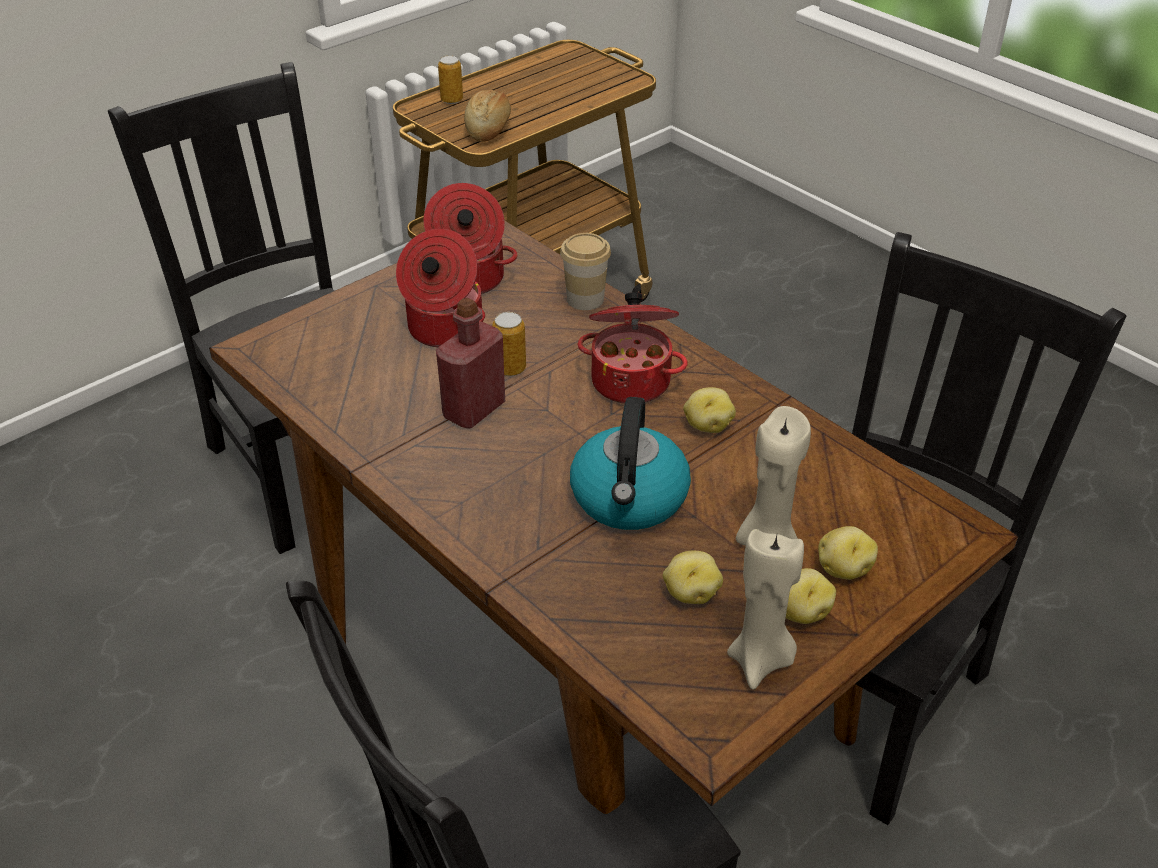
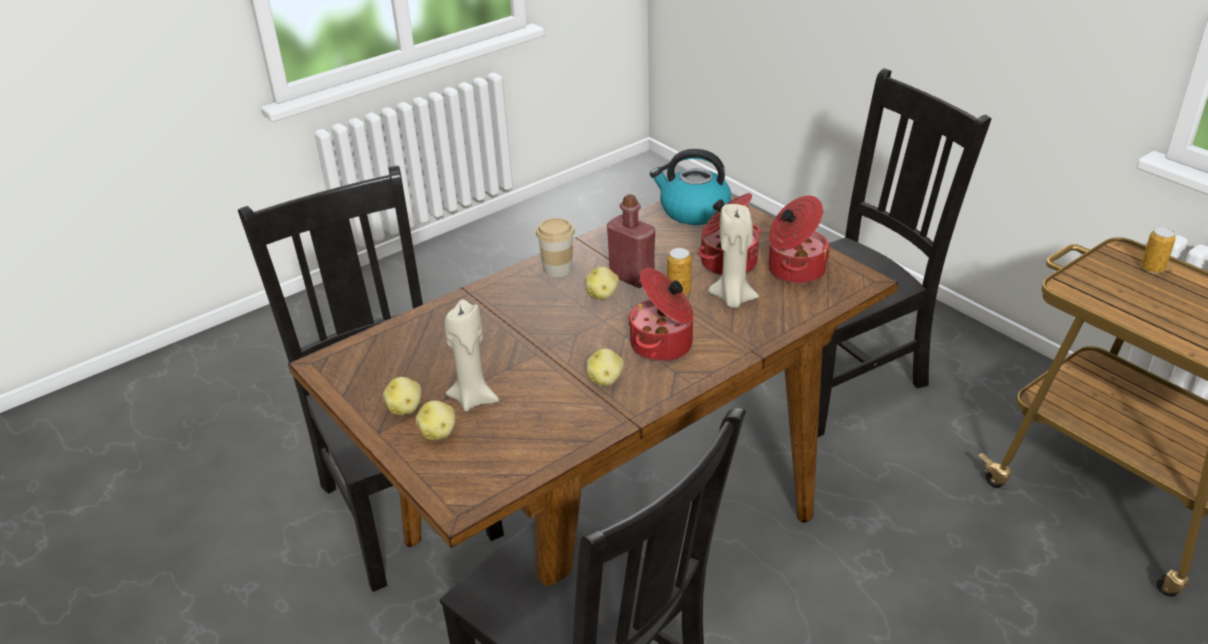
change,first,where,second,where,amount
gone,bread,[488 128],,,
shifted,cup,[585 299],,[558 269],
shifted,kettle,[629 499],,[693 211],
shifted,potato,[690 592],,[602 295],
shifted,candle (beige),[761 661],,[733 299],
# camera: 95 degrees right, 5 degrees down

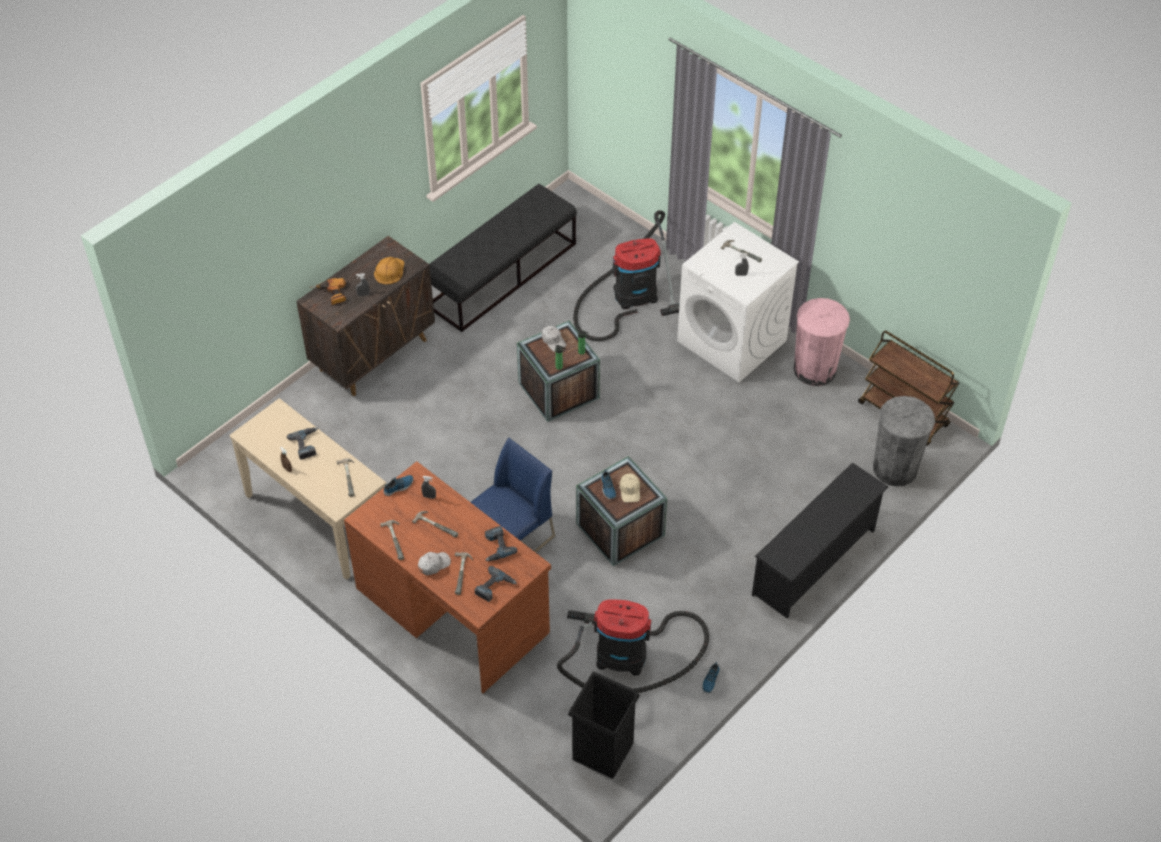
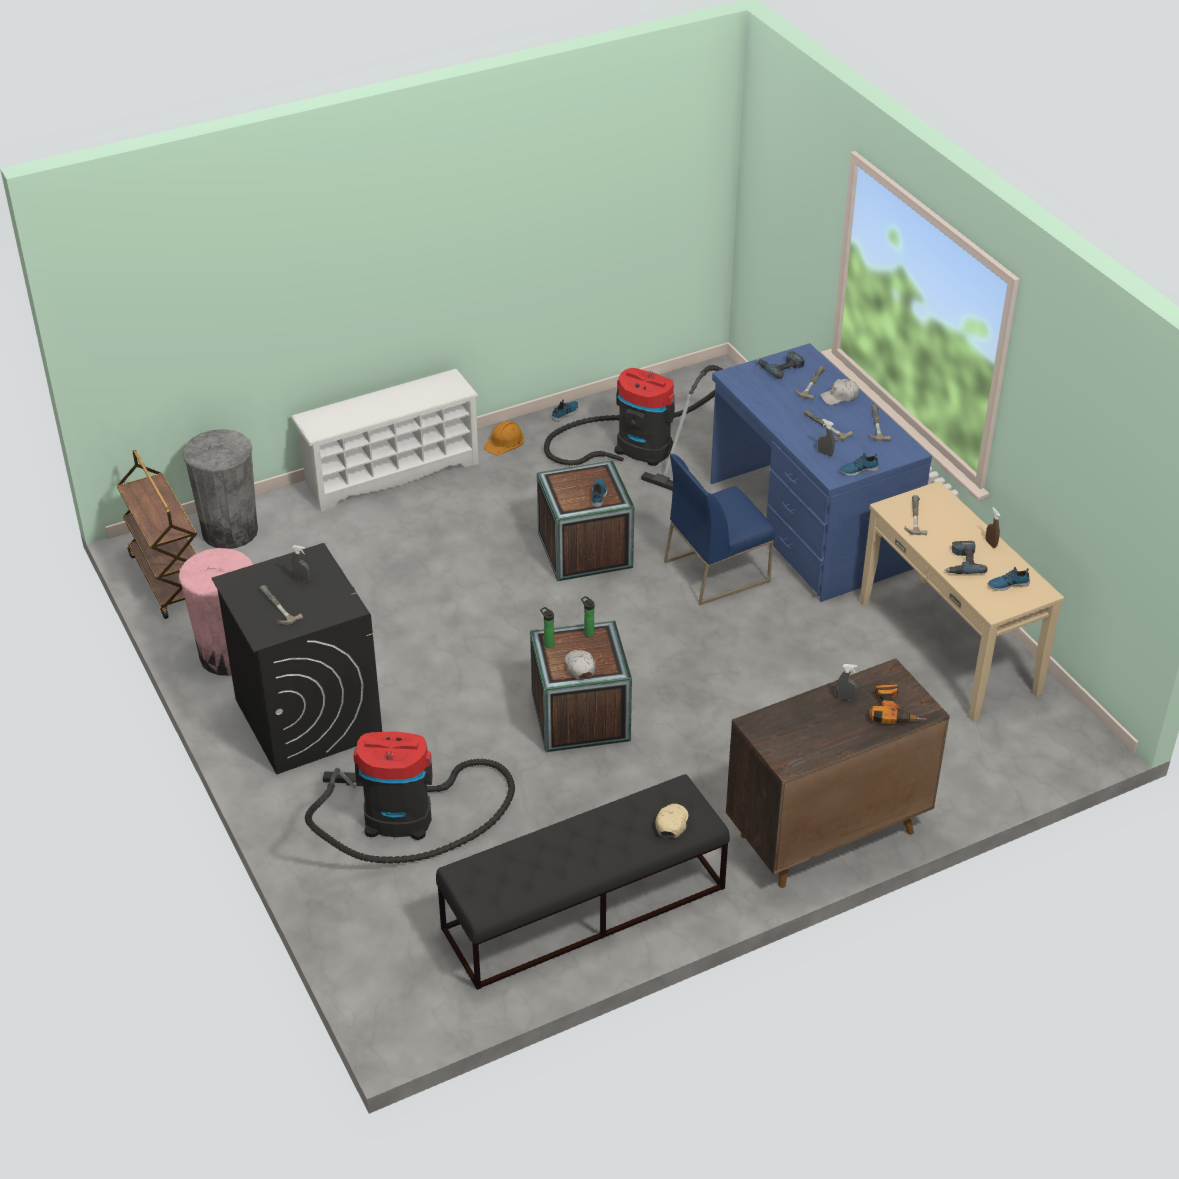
change,first,where,second,where,amount
repainted,desk (brown),[452 609],desk (blue),[809 525],
shifted,hard hat (orange),[389 271],,[504 442],
gone,power drill,[496 547],,,
gone,trash can (black),[602 750],,,
shifted,cap (beige),[630 490],,[671 823],
repainted,washing machine (white),[732 341],washing machine (black),[307 717],
repainted,shoe rack (black),[815 563],shoe rack (white),[391 473],
new,,,shoe,[1007 584],
# camera: 160 degrees left, 10 degrees down

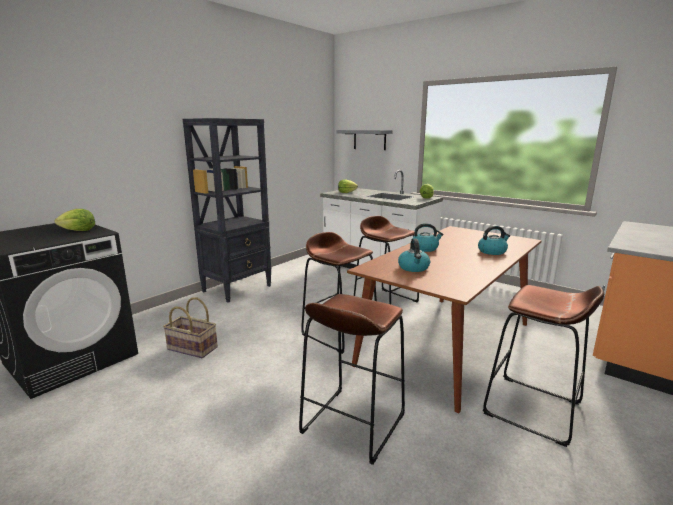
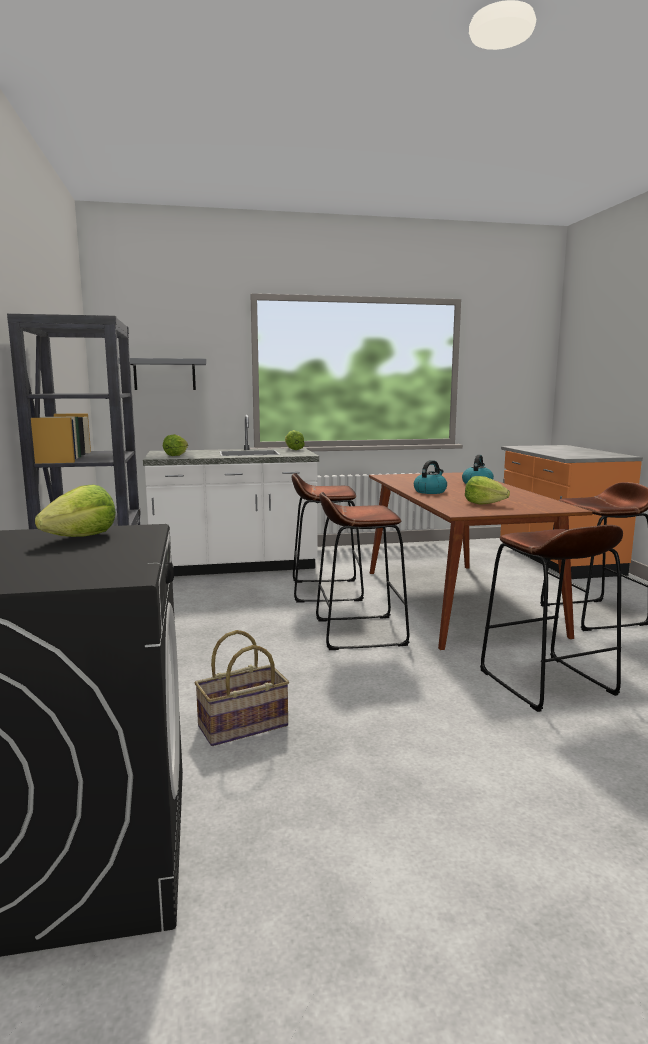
change,first,where,second,where,amount
swapped,kettle,[414 268],lettuce,[484 503],
# camera: 50 degrees left, 5 degrees down

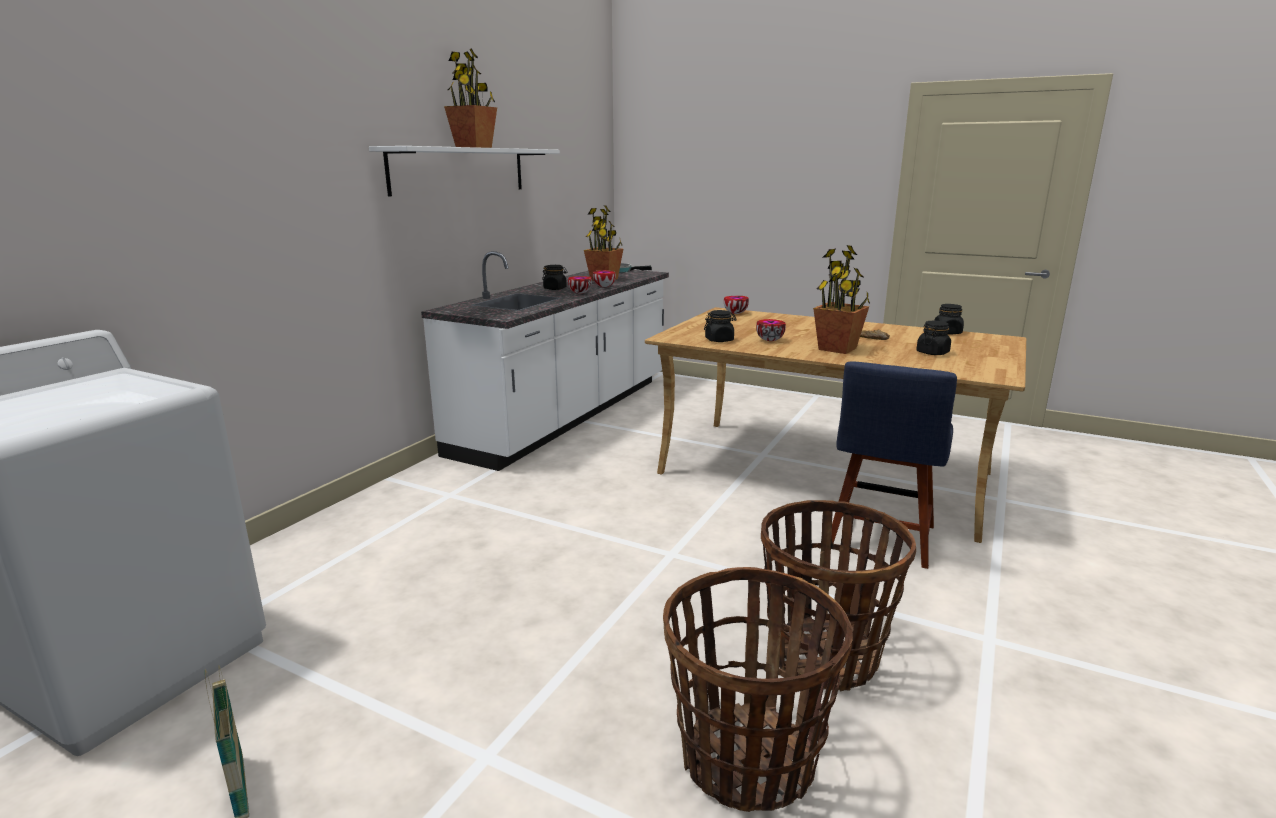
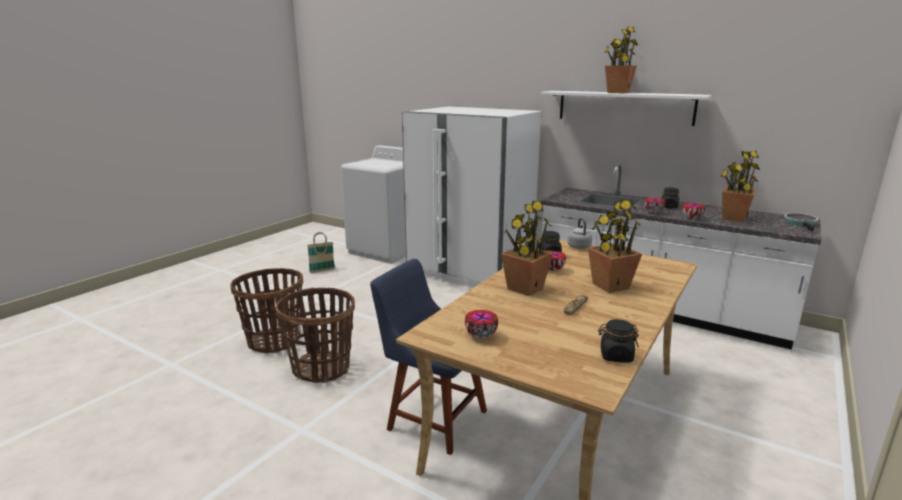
change,first,where,second,where,amount
shifted,bowl,[734 313],,[481 335],
gone,jar (black),[932 353],,,
new,,,fridge (white),[470 271],
new,,,kettle (grey),[578 246],
new,,,potted plant,[610 286],
# camera: 95 degrees right, 0 degrees up

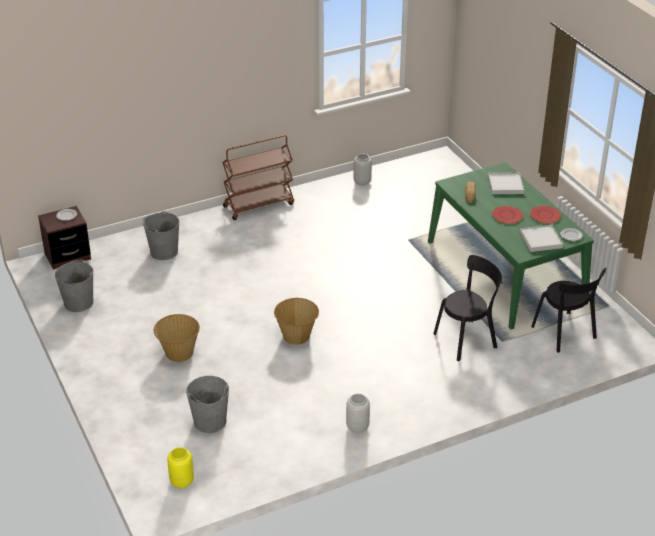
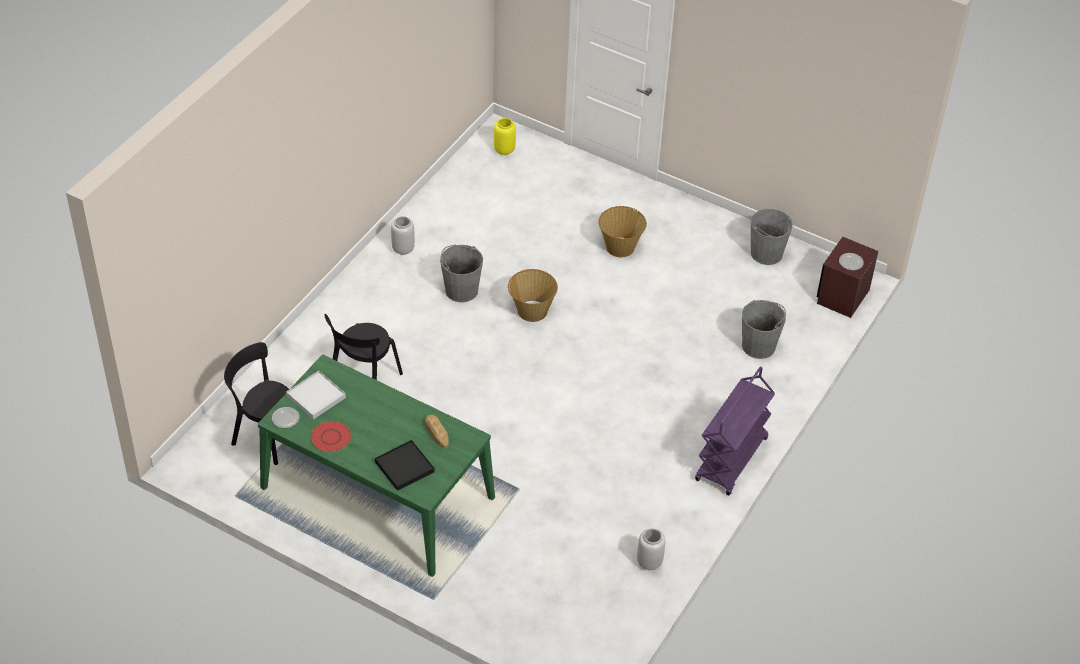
change,first,where,second,where,amount
shifted,bucket (grey),[210 421],,[461 290],
repainted,cart (brown),[259 205],cart (purple),[731 460],
repainted,tray (white),[505 185],tray (black),[404 467],
gone,plate (red),[507 215],,,
# camera: 145 degrees right, 10 degrees up

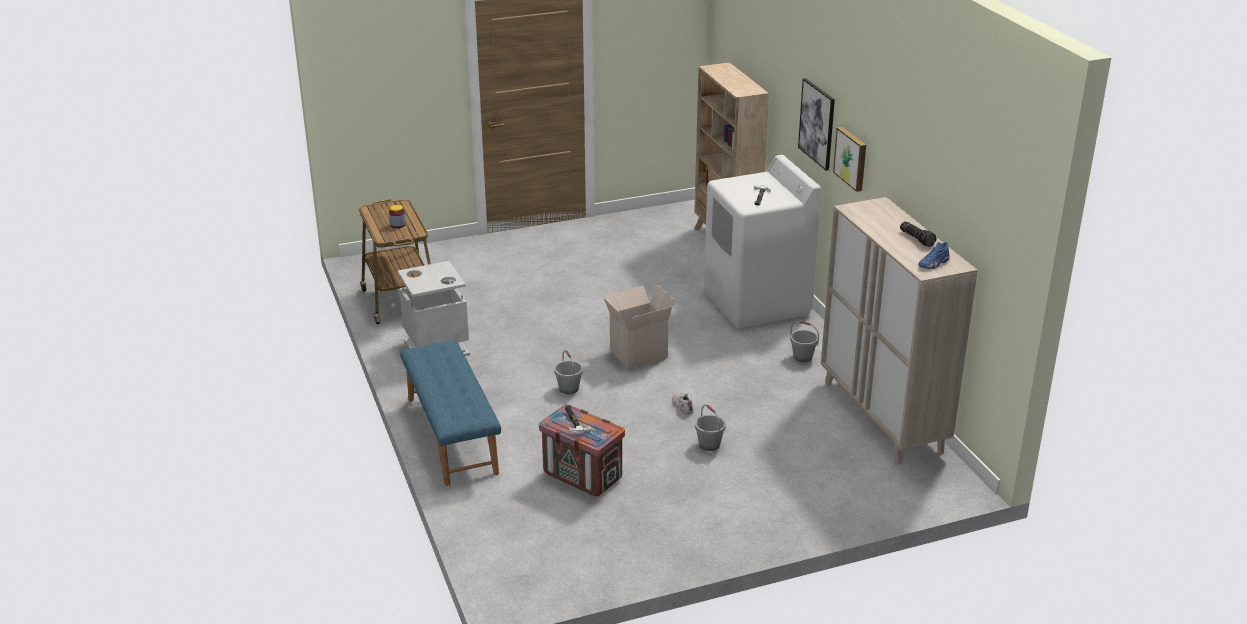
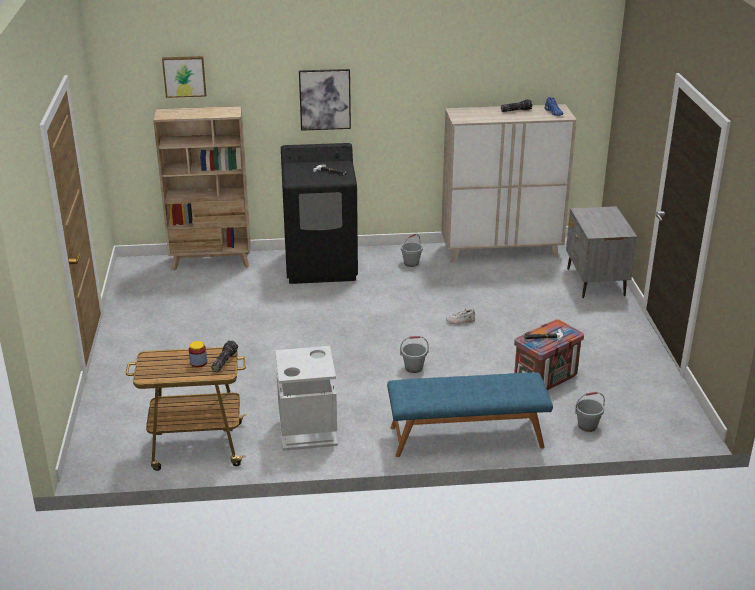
change,first,where,second,where,amount
gone,cardboard box,[638 352],,,
shifted,bucket (grey),[709 445],,[587 426],
repainted,washing machine (white),[757 303],washing machine (black),[321 266],
shifted,picture,[852 158],,[184 76],
new,,,flashlight,[224 361],
new,,,nightstand (grey),[595 282],
# camera: 75 degrees left, 0 degrees up

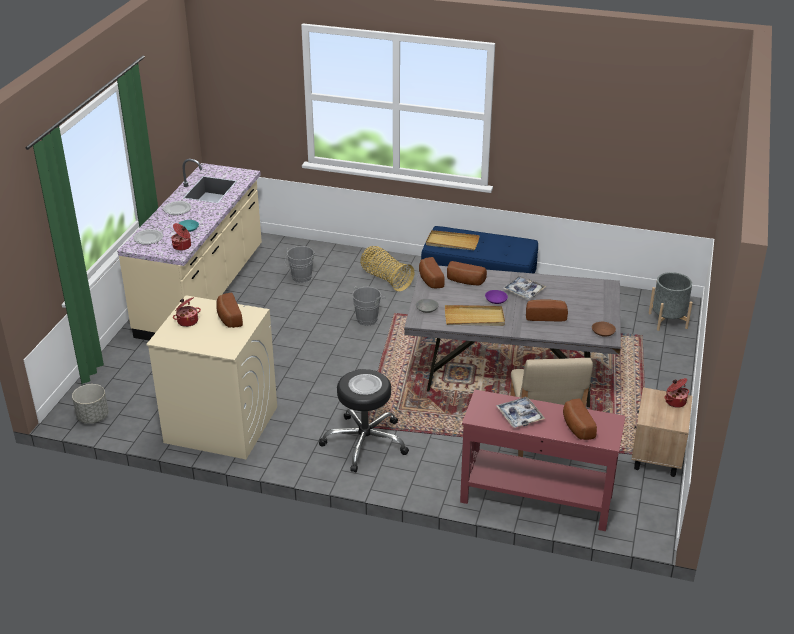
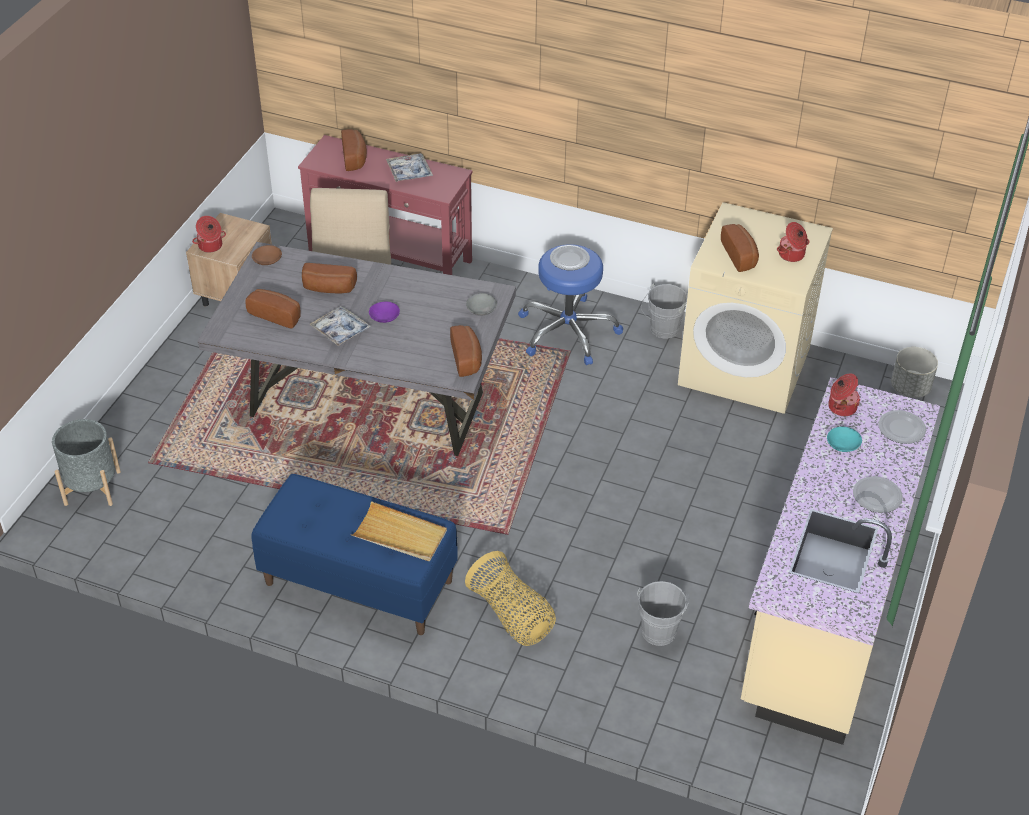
change,first,where,second,where,amount
repainted,stool (black),[365 442],stool (blue),[568 332],
shifted,bucket (grey),[368 319],,[662 330],
gone,tray (beige),[474 318],,,
shifted,bread,[464 281],,[277 314],
# camera: 175 degrees left, 10 degrees up

